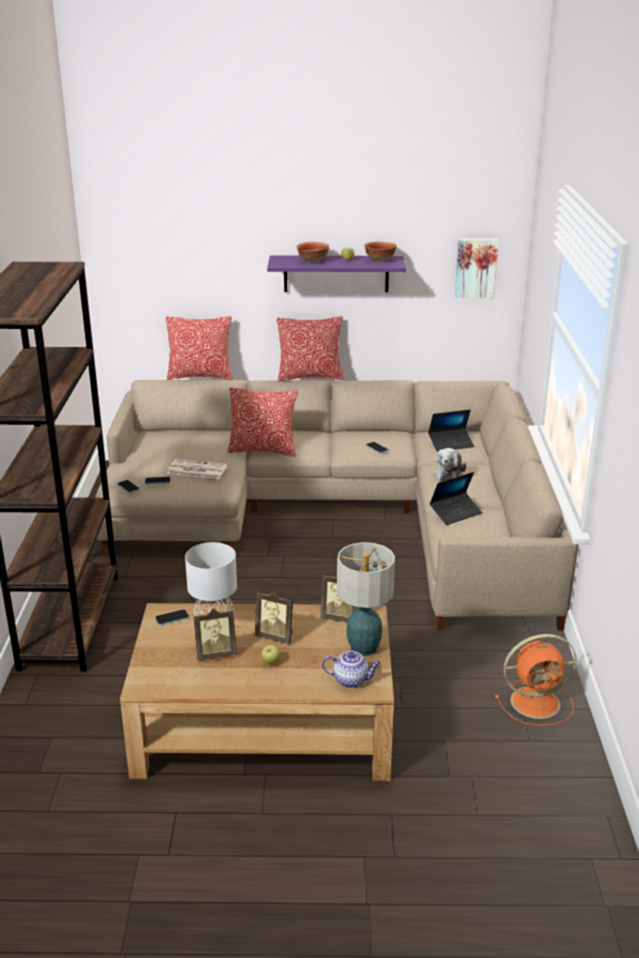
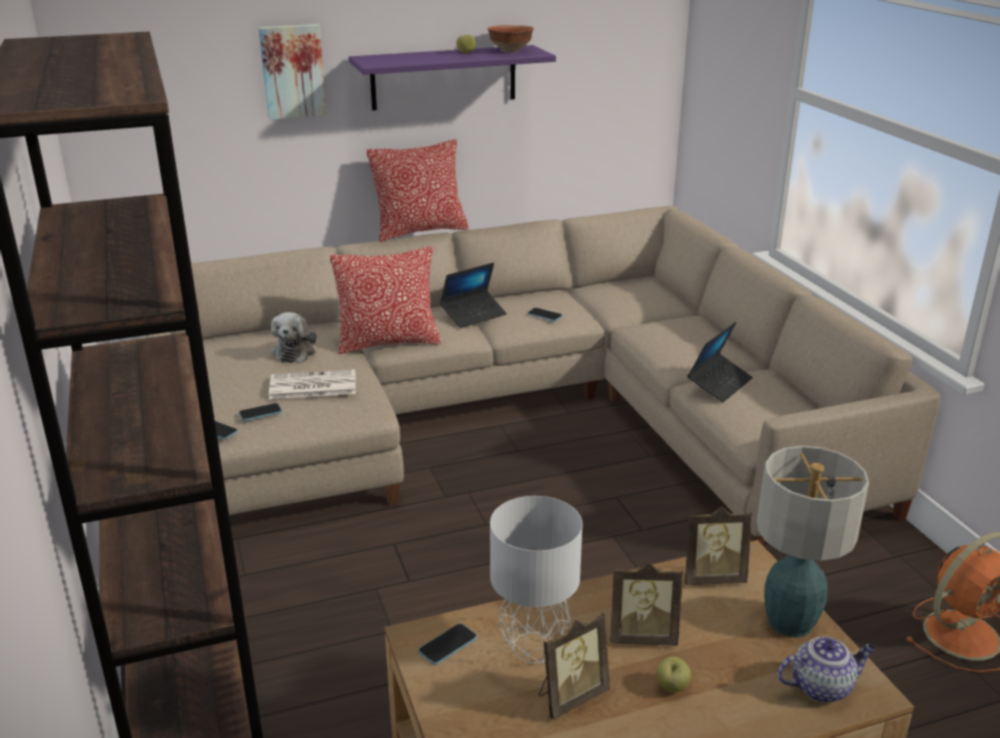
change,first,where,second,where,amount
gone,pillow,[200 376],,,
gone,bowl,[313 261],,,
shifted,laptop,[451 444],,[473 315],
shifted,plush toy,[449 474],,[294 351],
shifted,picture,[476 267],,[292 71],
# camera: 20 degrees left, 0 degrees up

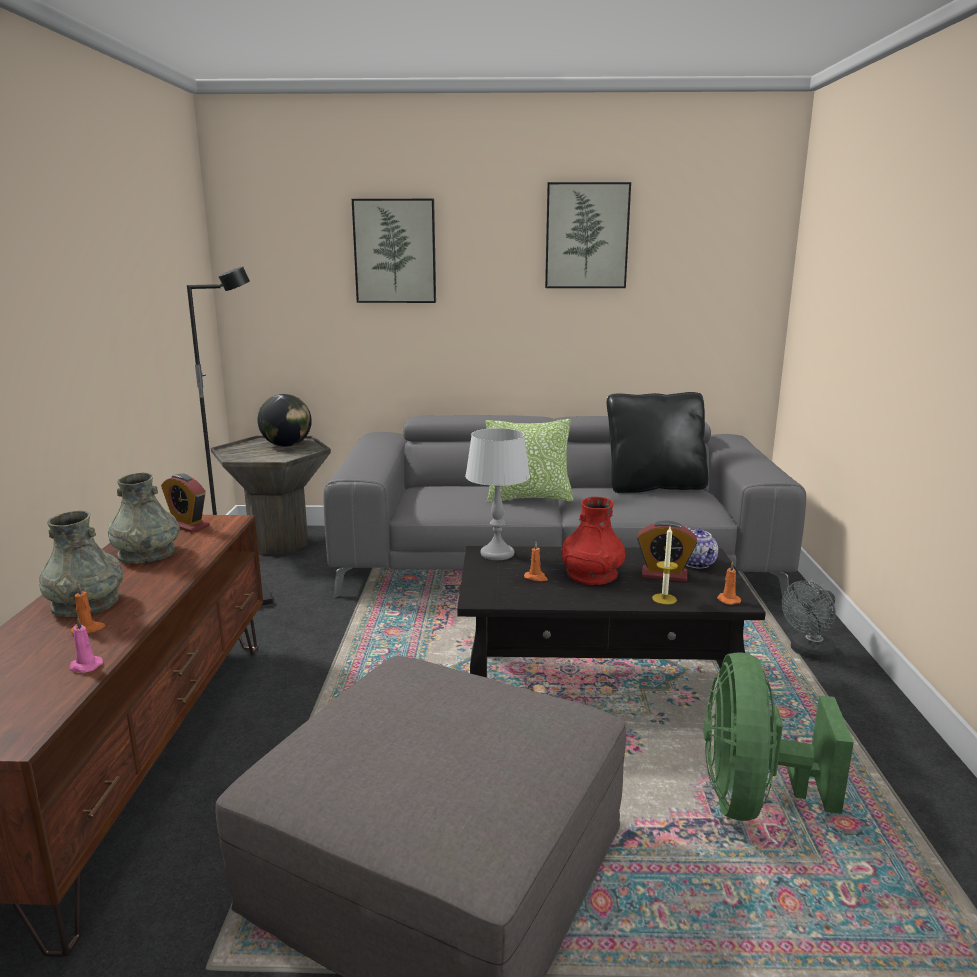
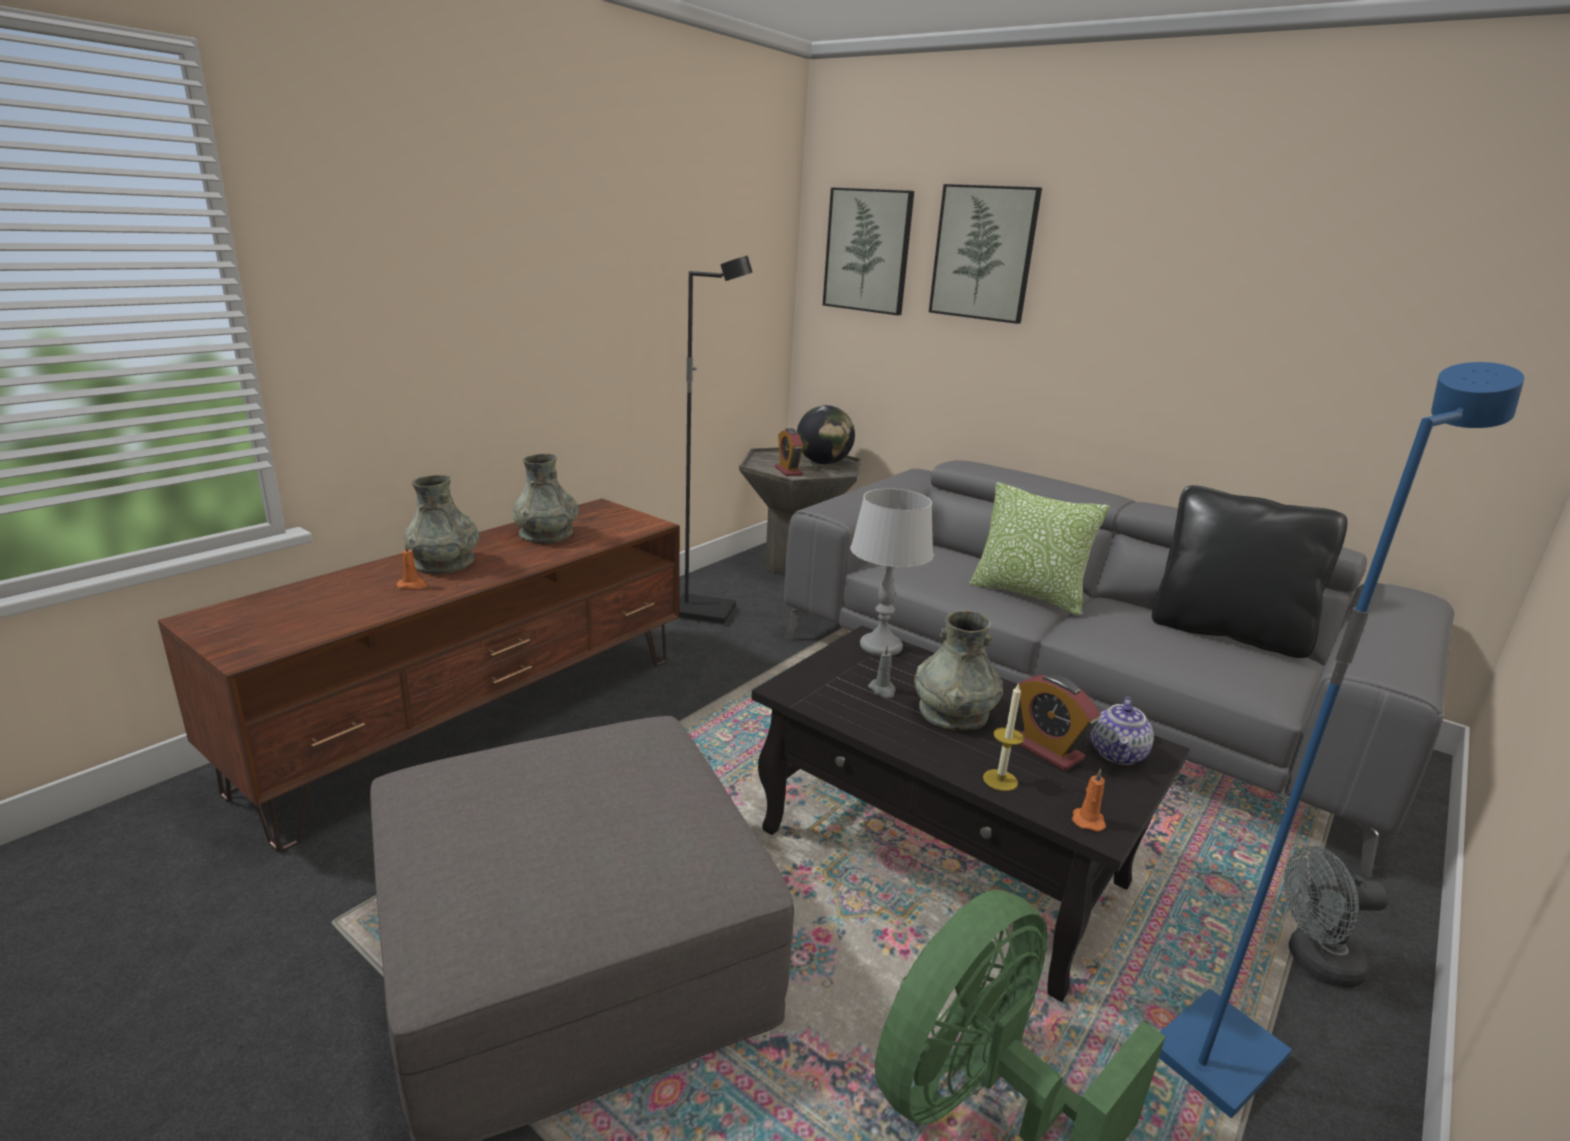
change,first,where,second,where,amount
gone,candle (pink),[85 666],,,
shifted,alarm clock,[187 525],,[788 471],
repainted,candle (orange),[536 578],candle (grey),[882 690],
shifted,picture,[586 236],,[868 251],
repainted,vase (red),[591 574],vase (grey),[953 712],
new,,,floor lamp (blue),[1215 1052],
# camera: 35 degrees right, 5 degrees up

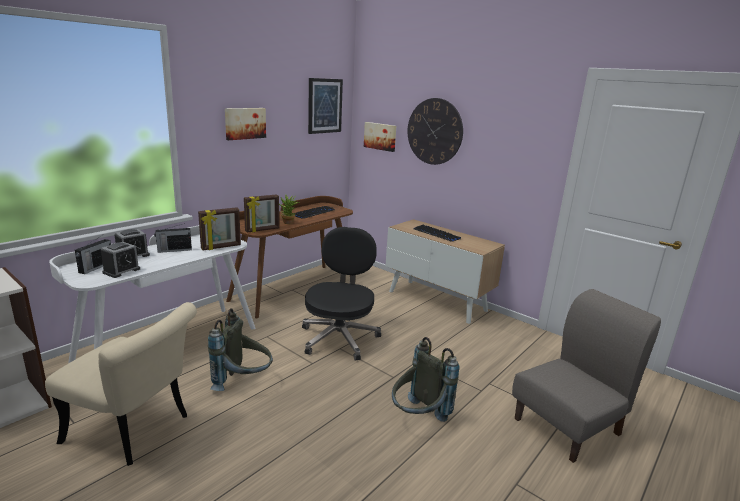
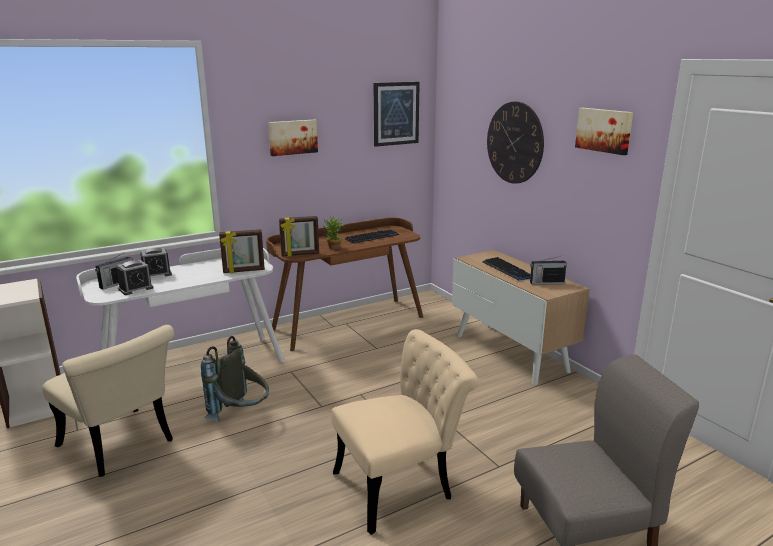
change,first,where,second,where,amount
shifted,radio,[174 250],,[546 283],
gone,office chair (black),[339 337],,,
shifted,picture,[380 136],,[604 130],
swapped,backpack (grey),[418 418],chair (beige),[402 484],
# camera: 20 degrees right, 0 degrees up

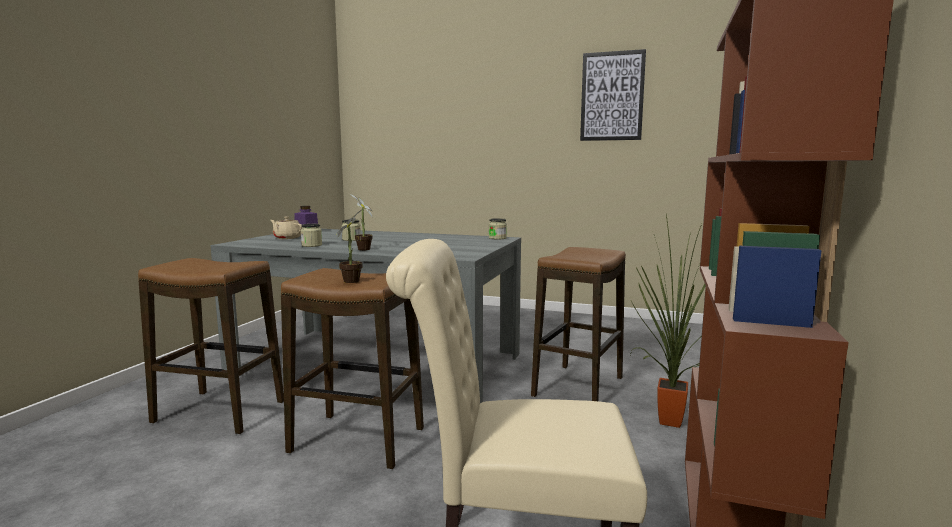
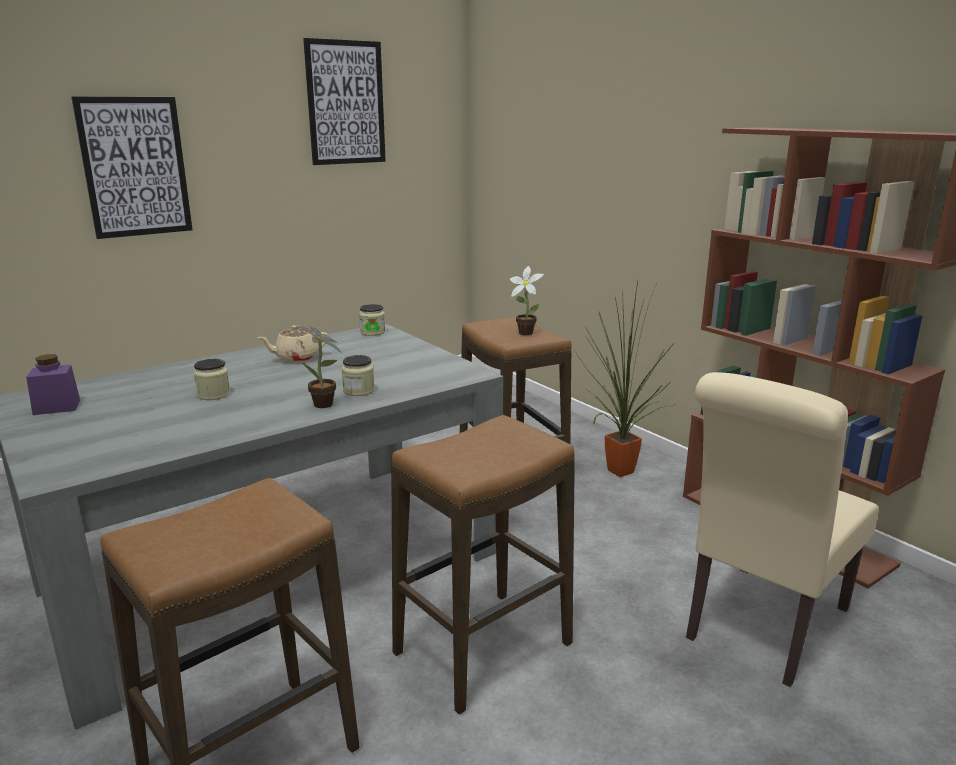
change,first,where,second,where,amount
shifted,teapot (beige),[287 238],,[296 358],
shifted,jar,[311 245],,[359 390],
shifted,potted plant,[353 280],,[524 332],
new,,,picture,[135 167],
# camera: 55 degrees left, 10 degrees up

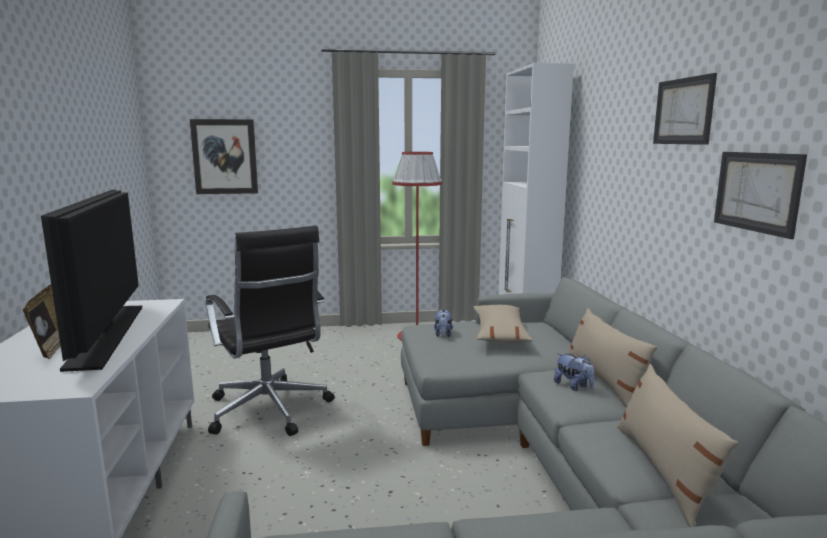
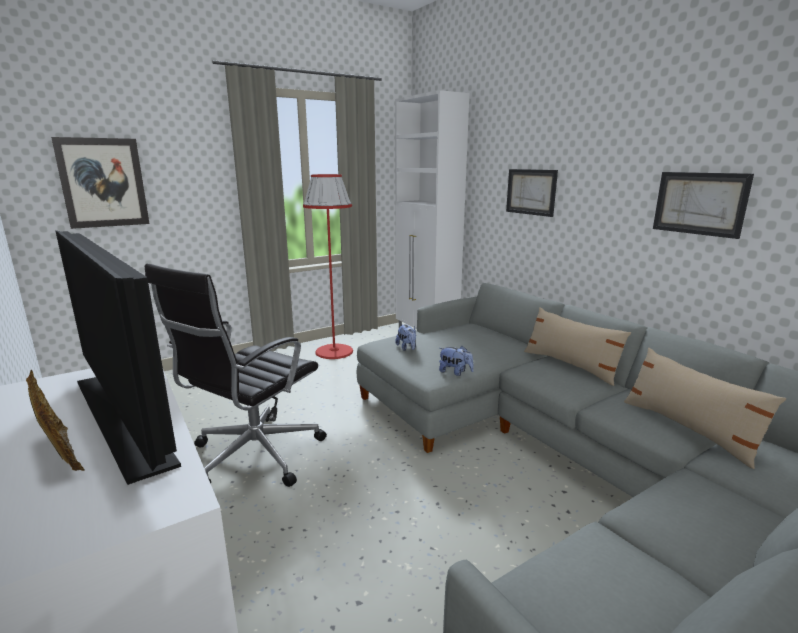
change,first,where,second,where,amount
rotated,office chair (black),[269 411],,[253 456],90 degrees clockwise
gone,pillow (beige),[500 333],,,
shifted,plush toy,[573 386],,[455 372],
shifted,picture,[683 111],,[531 192],
# camera: 25 degrees left, 5 degrees up

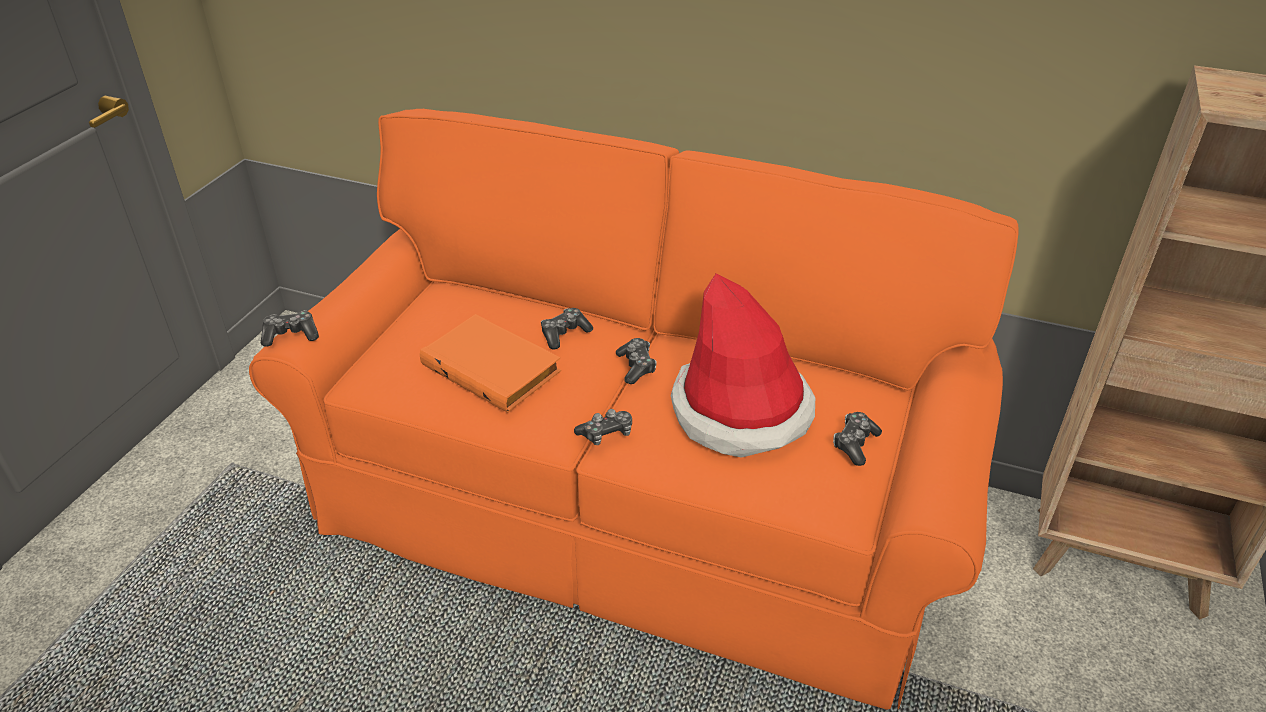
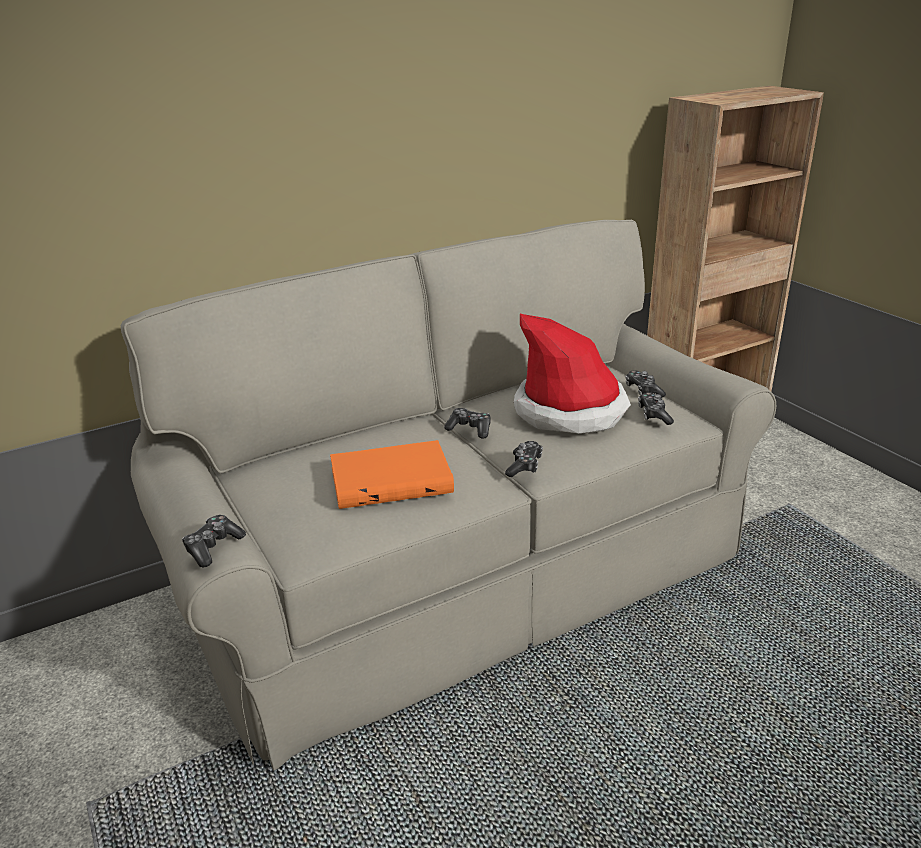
change,first,where,second,where,amount
repainted,sofa (orange),[633 506],sofa (grey),[464 574],
shifted,game controller,[564 334],,[654 415],
# camera: 50 degrees left, 10 degrees down

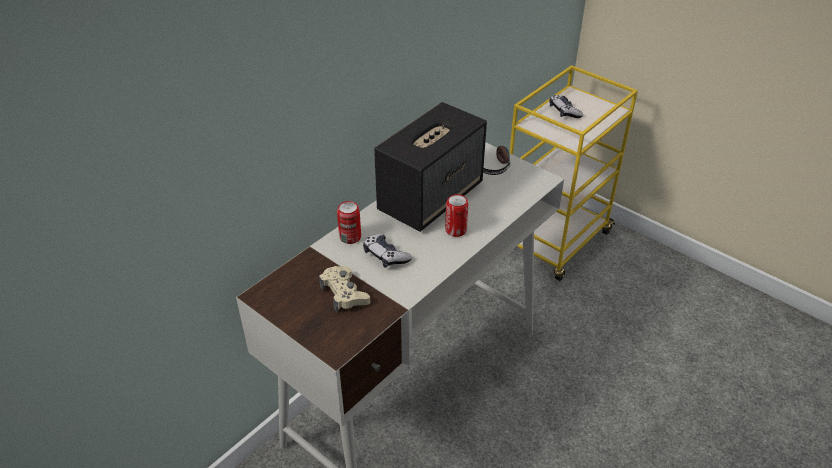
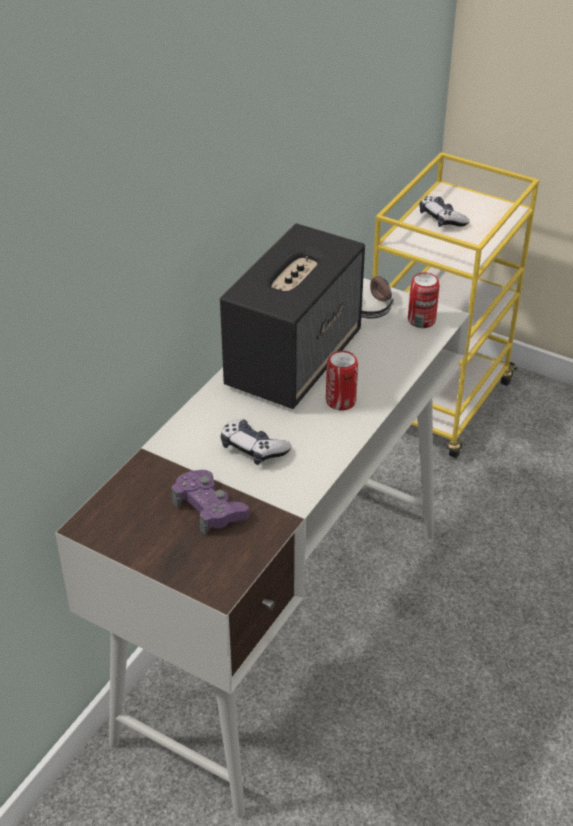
change,first,where,second,where,amount
repainted,game controller (beige),[344 294],game controller (purple),[209 508],
shifted,can,[350 237],,[421 320],
# camera: 10 degrees left, 0 degrees up

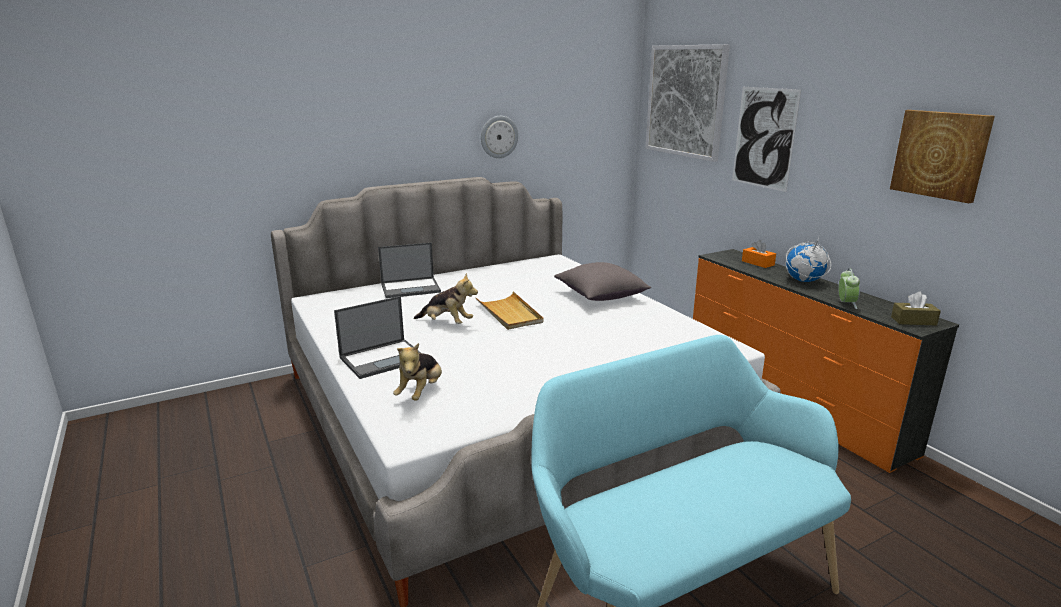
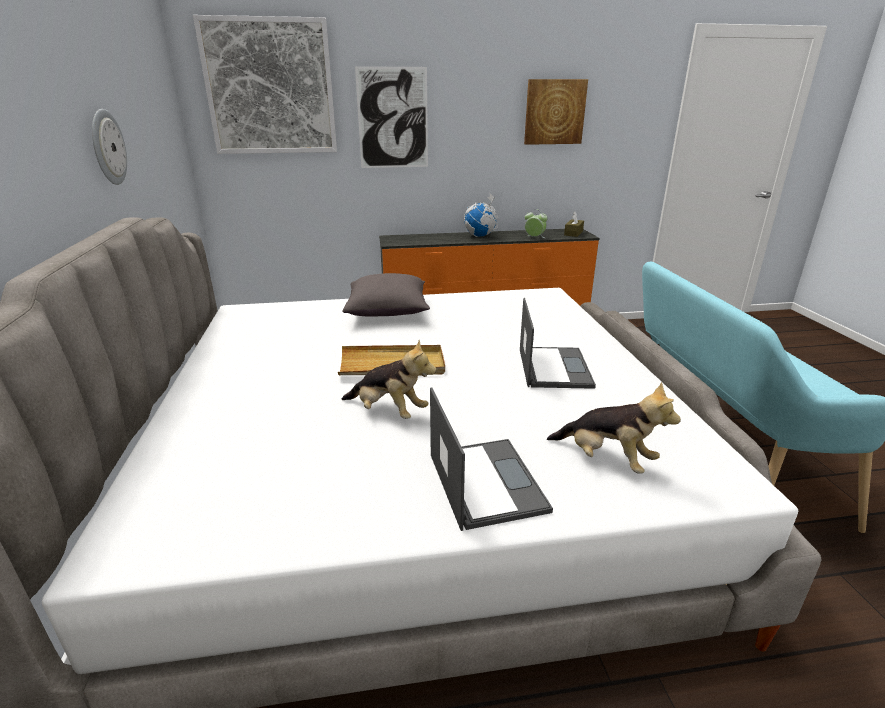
change,first,where,second,where,amount
shifted,laptop,[411 288],,[553 367],
rotated,plush toy,[446 323],,[388 411],75 degrees clockwise
gone,tissue box (orange),[757 263],,,
# camera: 70 degrees left, 5 degrees up

